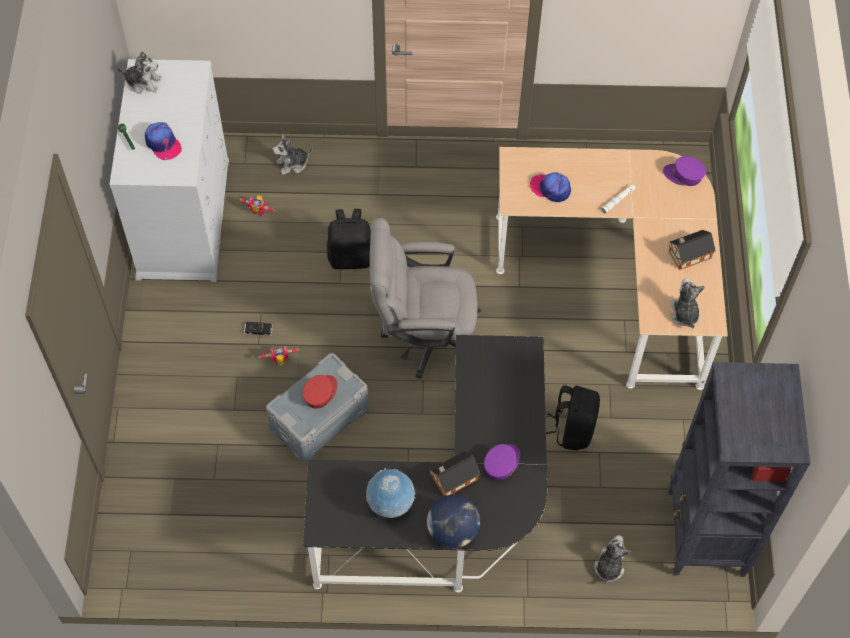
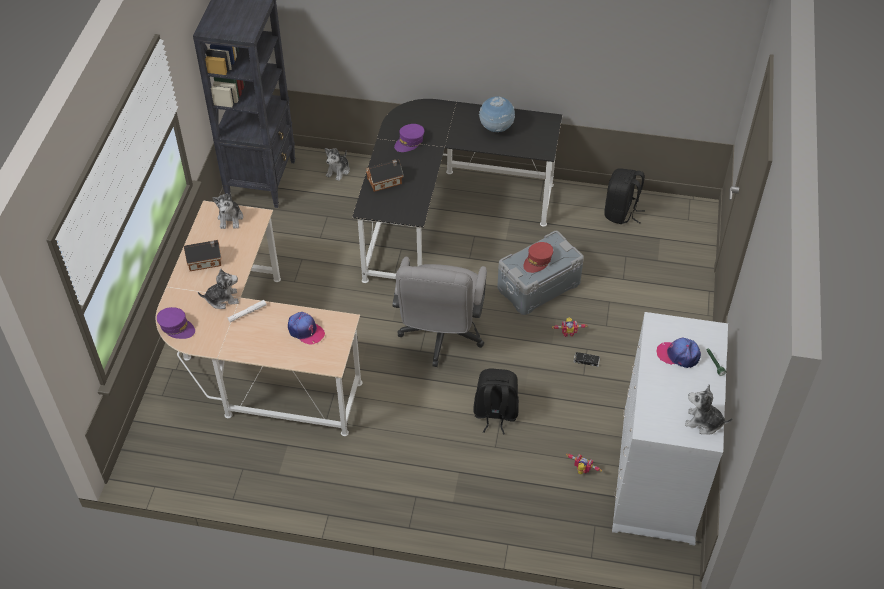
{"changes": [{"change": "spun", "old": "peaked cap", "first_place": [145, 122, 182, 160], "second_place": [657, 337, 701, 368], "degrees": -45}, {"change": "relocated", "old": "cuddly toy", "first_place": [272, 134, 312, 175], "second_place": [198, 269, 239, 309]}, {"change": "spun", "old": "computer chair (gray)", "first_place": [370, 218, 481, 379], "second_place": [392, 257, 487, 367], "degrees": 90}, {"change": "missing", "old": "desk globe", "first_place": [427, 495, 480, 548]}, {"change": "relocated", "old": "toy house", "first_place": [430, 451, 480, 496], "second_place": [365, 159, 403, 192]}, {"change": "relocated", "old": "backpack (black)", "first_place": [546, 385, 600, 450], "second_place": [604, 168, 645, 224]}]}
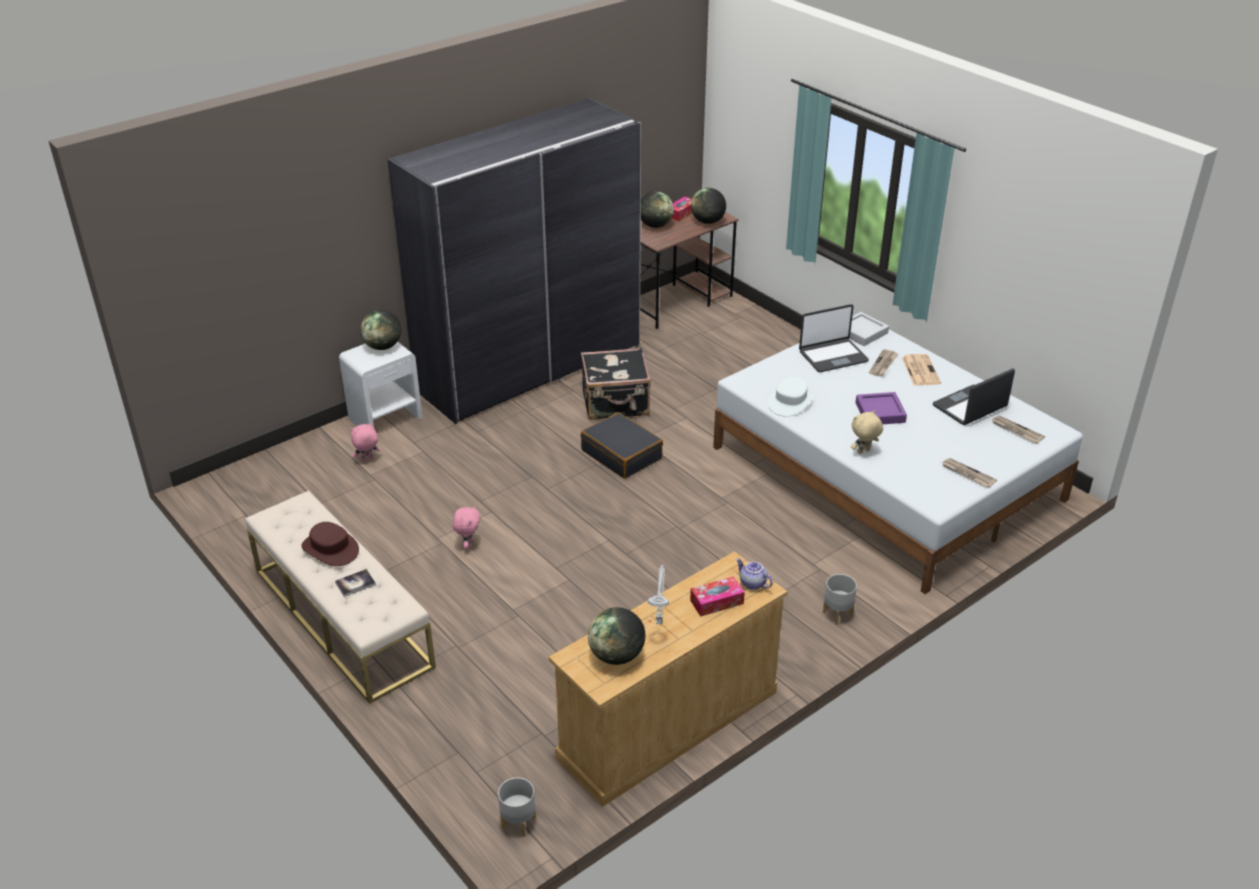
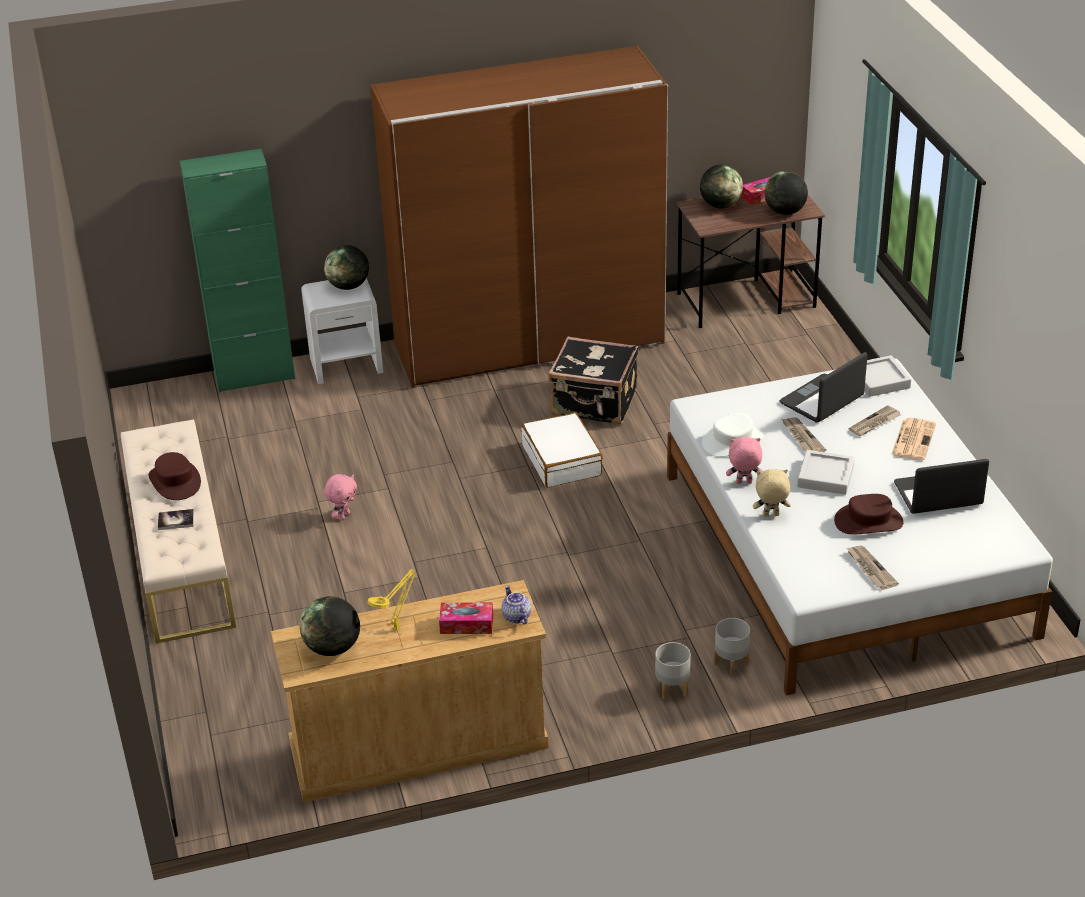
{"changes": [{"change": "relocated", "old": "cuddly toy (pink)", "first_place": [350, 423, 381, 462], "second_place": [726, 437, 762, 484]}, {"change": "colour", "old": "clothes cupboard (gray)", "new": "clothes cupboard (brownish)", "first_place": [387, 98, 641, 424], "second_place": [370, 46, 668, 388]}, {"change": "relocated", "old": "flower pot (gray)", "first_place": [498, 777, 536, 837], "second_place": [714, 618, 750, 676]}, {"change": "colour", "old": "suitcase (black)", "new": "suitcase (whitish)", "first_place": [581, 412, 663, 479], "second_place": [521, 412, 603, 487]}, {"change": "colour", "old": "table lamp (gray)", "new": "table lamp (yellow-coloured)", "first_place": [648, 565, 669, 624], "second_place": [368, 569, 416, 631]}, {"change": "spun", "old": "notebook computer", "first_place": [799, 304, 869, 372], "second_place": [780, 352, 868, 422], "degrees": 135}, {"change": "colour", "old": "tray (purple)", "new": "tray (gray)", "first_place": [855, 392, 907, 424], "second_place": [797, 450, 855, 495]}, {"change": "relocated", "old": "daily paper", "first_place": [991, 416, 1045, 443], "second_place": [782, 417, 826, 452]}, {"change": "appeared", "new": "cupboard (green)", "second_place": [180, 149, 295, 393]}, {"change": "appeared", "new": "hat (brownish)", "second_place": [834, 494, 903, 534]}]}
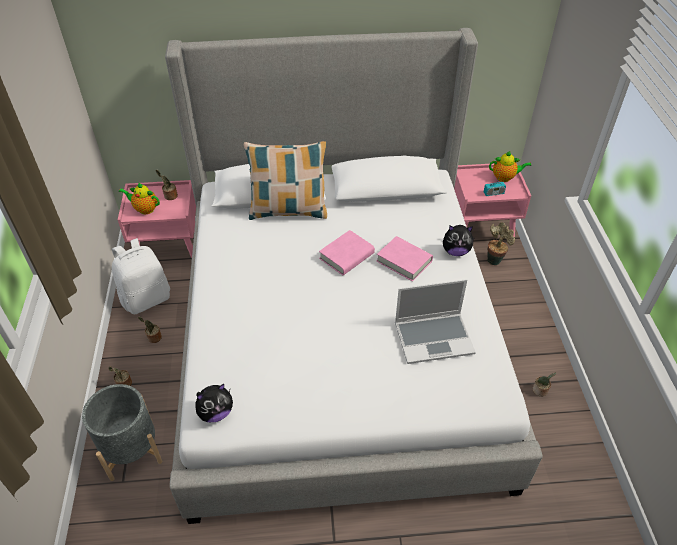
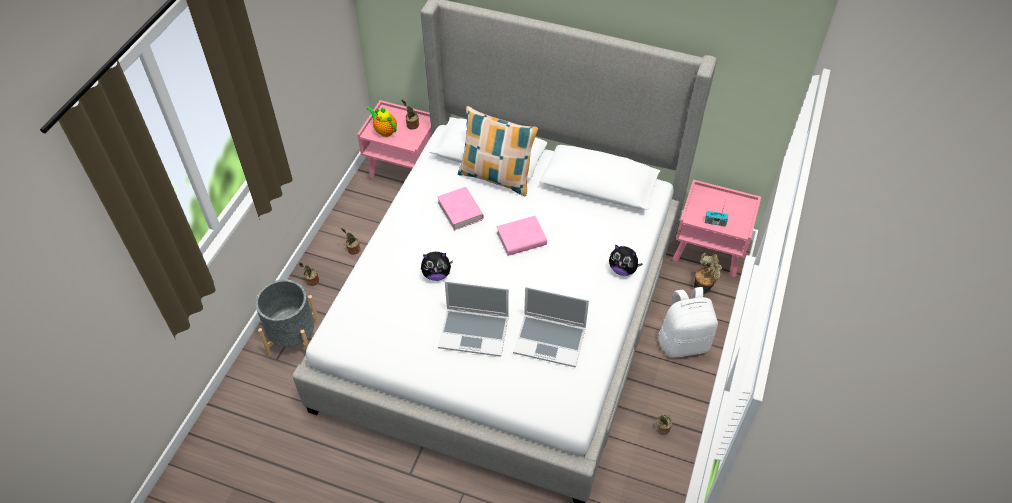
{"changes": [{"change": "relocated", "old": "backpack (whitish)", "first_place": [112, 238, 170, 314], "second_place": [658, 287, 718, 358]}, {"change": "relocated", "old": "cuddly toy", "first_place": [195, 384, 233, 422], "second_place": [421, 252, 453, 281]}, {"change": "relocated", "old": "bound book (pink)", "first_place": [377, 236, 433, 282], "second_place": [437, 187, 484, 231]}, {"change": "missing", "old": "teapot", "first_place": [489, 151, 531, 182]}, {"change": "appeared", "new": "notebook computer", "second_place": [438, 281, 509, 357]}]}
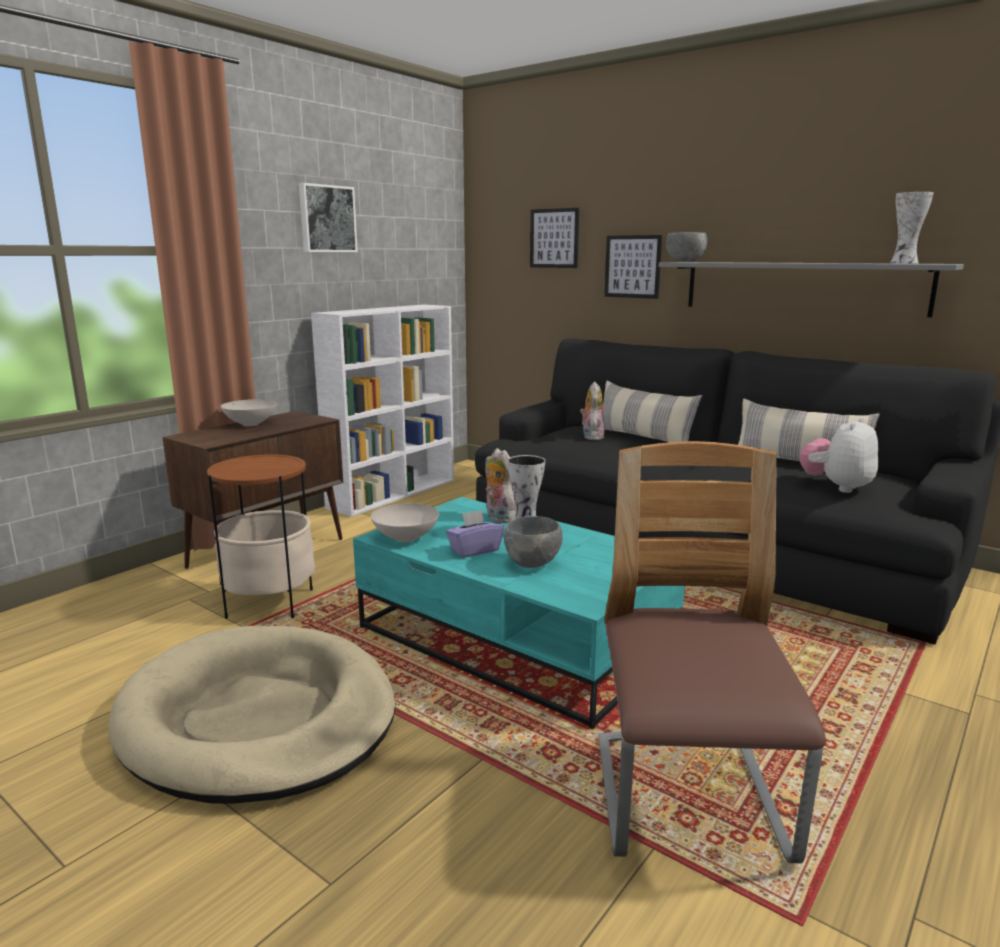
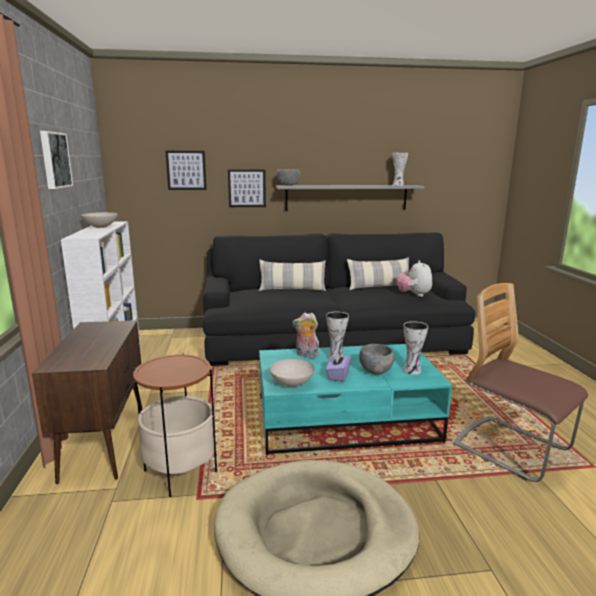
{"changes": [{"change": "relocated", "old": "serving bowl (whitish)", "first_place": [220, 399, 277, 426], "second_place": [81, 212, 118, 228]}, {"change": "missing", "old": "cuddly toy", "first_place": [580, 382, 605, 440]}, {"change": "appeared", "new": "vase", "second_place": [403, 321, 428, 375]}]}
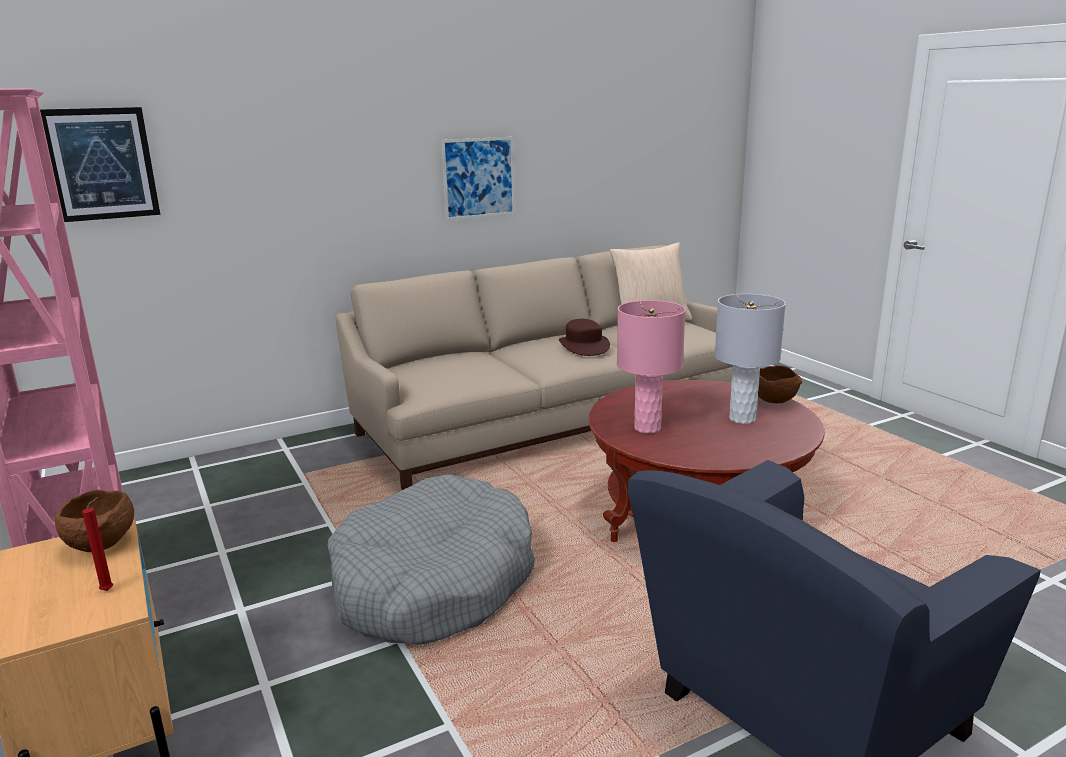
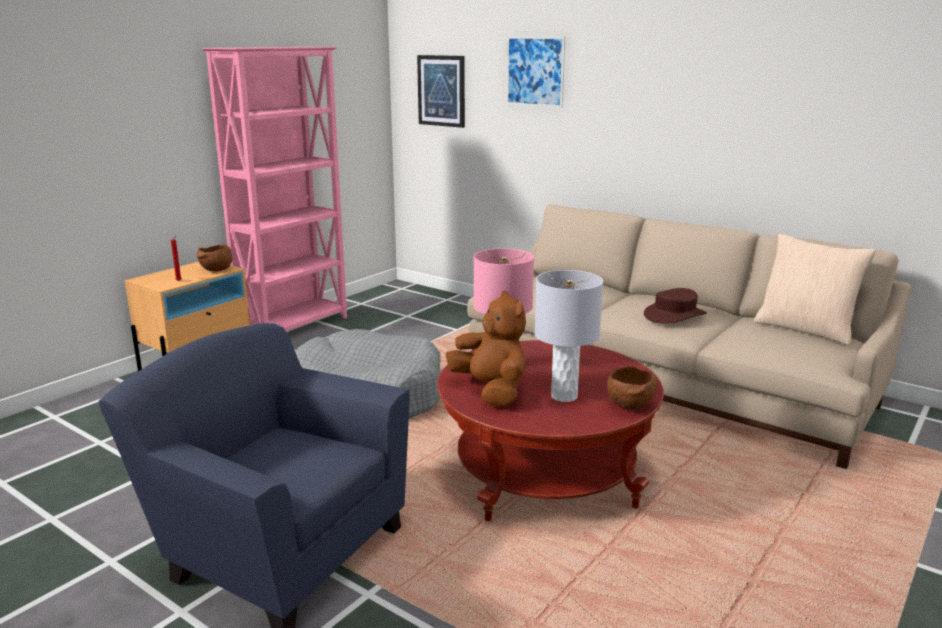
{"changes": [{"change": "relocated", "old": "wall picture", "first_place": [441, 137, 515, 220], "second_place": [506, 36, 565, 108]}, {"change": "appeared", "new": "cuddly toy (brownish)", "second_place": [446, 290, 526, 406]}]}
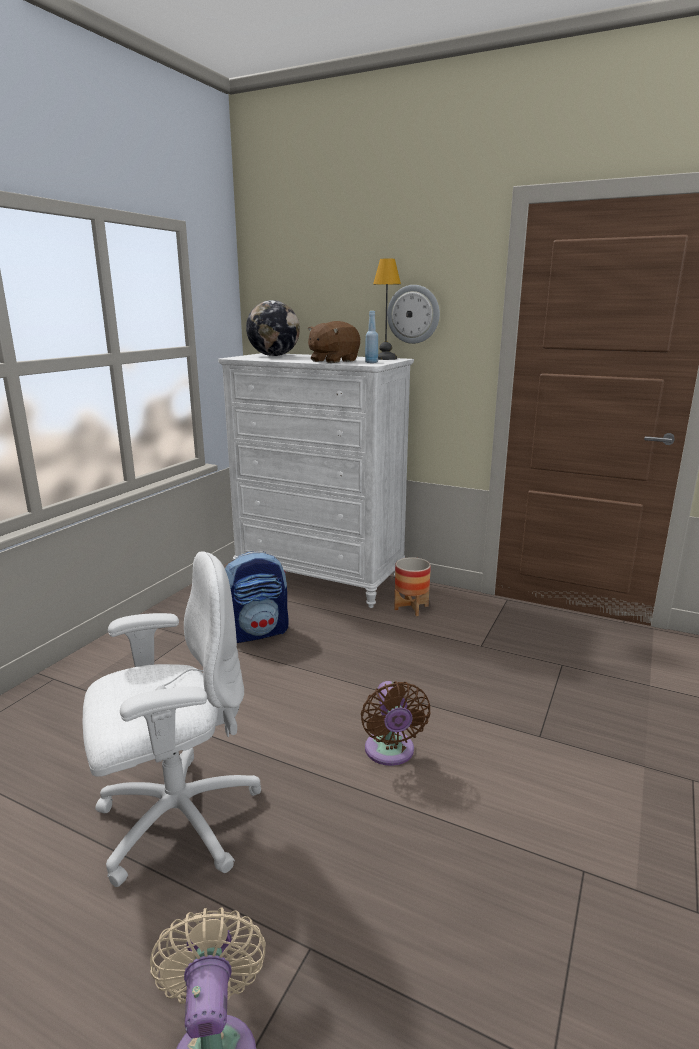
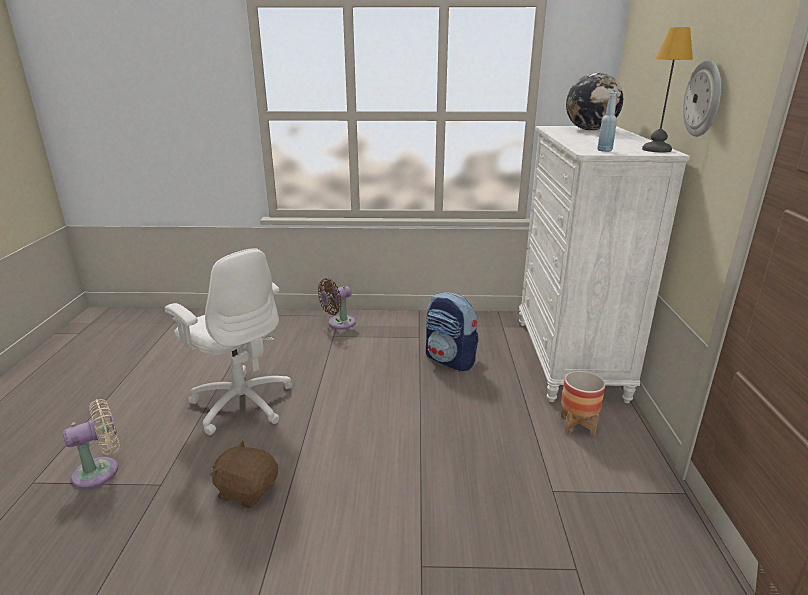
{"changes": [{"change": "relocated", "old": "cuddly toy (brownish)", "first_place": [308, 321, 360, 363], "second_place": [210, 441, 278, 508]}, {"change": "relocated", "old": "fan (brownish)", "first_place": [361, 681, 430, 766], "second_place": [318, 278, 355, 329]}]}
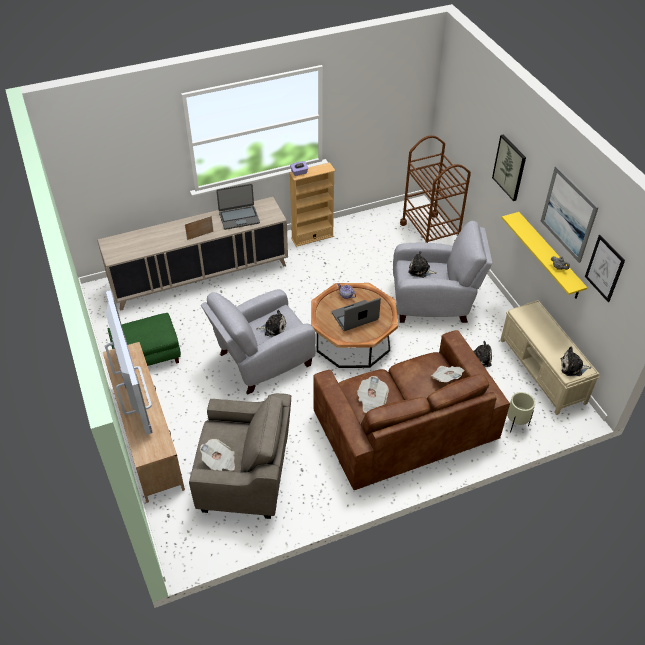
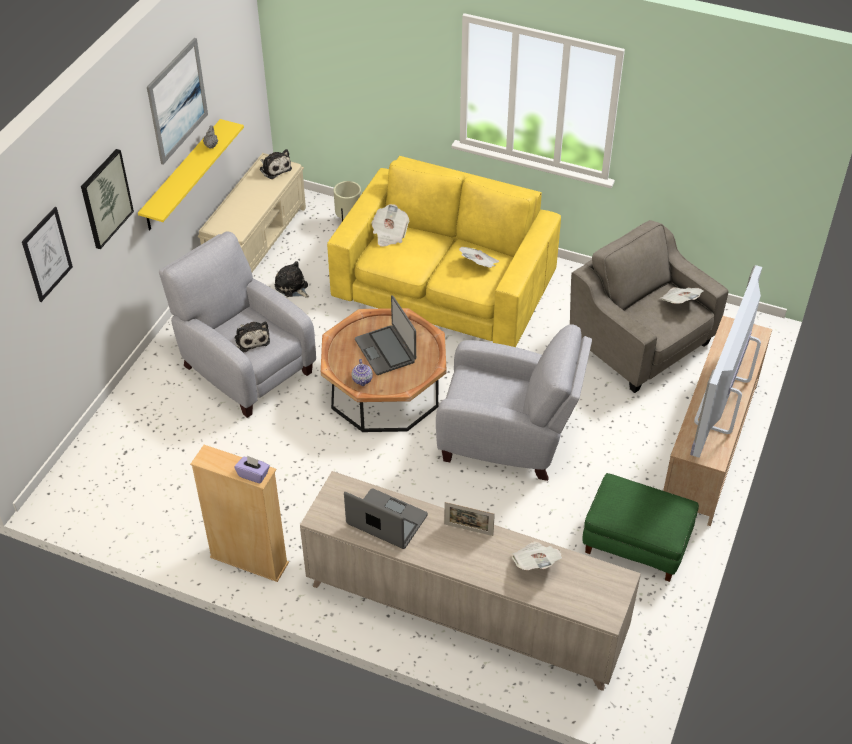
{"changes": [{"change": "missing", "old": "cuddly toy", "first_place": [257, 310, 286, 337]}, {"change": "colour", "old": "sofa (brownish)", "new": "sofa (yellow-coloured)", "first_place": [313, 330, 510, 490], "second_place": [327, 156, 561, 347]}, {"change": "spun", "old": "notebook computer", "first_place": [332, 298, 381, 331], "second_place": [355, 295, 416, 375], "degrees": 45}, {"change": "missing", "old": "trolley (brownish)", "first_place": [400, 135, 471, 243]}, {"change": "relocated", "old": "wall picture", "first_place": [585, 235, 625, 302], "second_place": [22, 207, 73, 302]}, {"change": "appeared", "new": "daily paper", "second_place": [512, 541, 562, 570]}]}
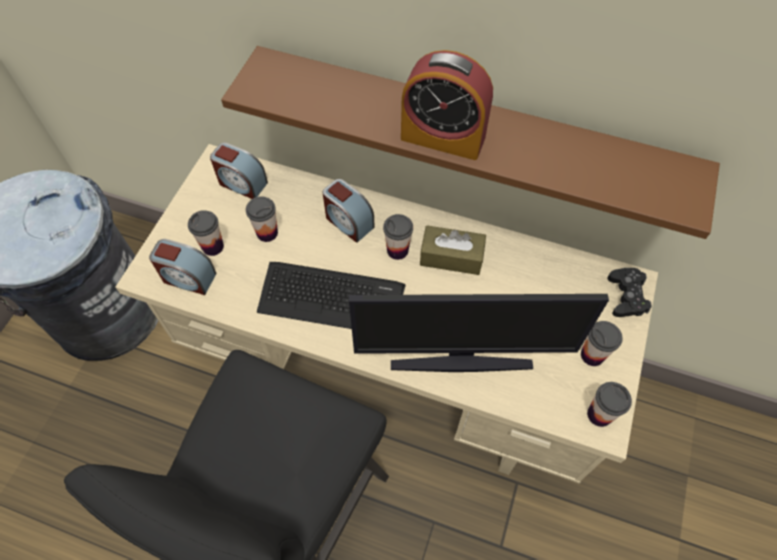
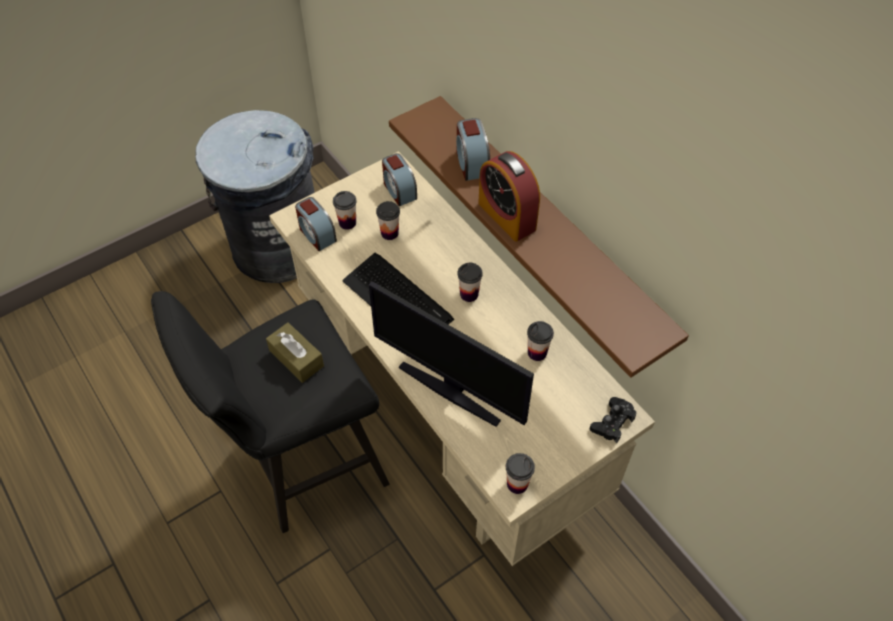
{"changes": [{"change": "relocated", "old": "bedside clock", "first_place": [323, 179, 374, 243], "second_place": [456, 118, 490, 181]}, {"change": "relocated", "old": "tissue holder (brownish)", "first_place": [420, 225, 486, 275], "second_place": [266, 322, 324, 383]}, {"change": "relocated", "old": "cup", "first_place": [581, 321, 623, 366], "second_place": [527, 321, 554, 361]}]}
